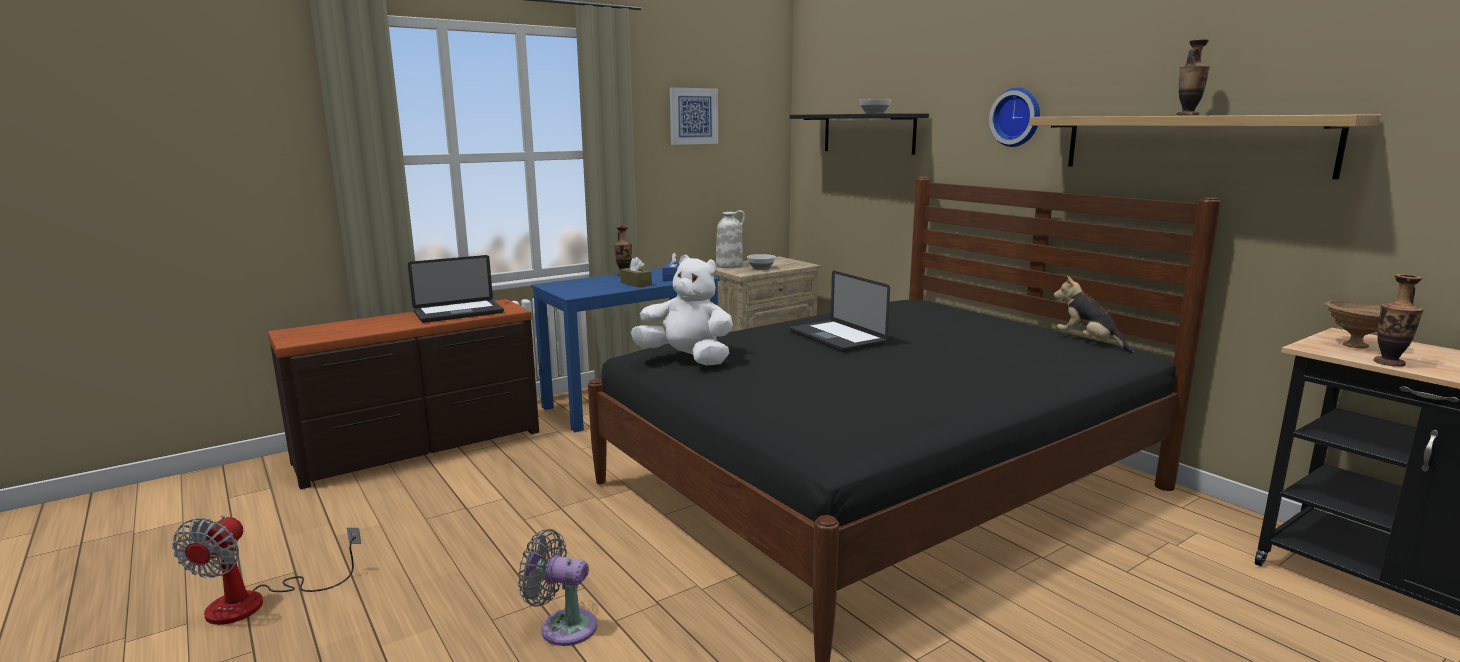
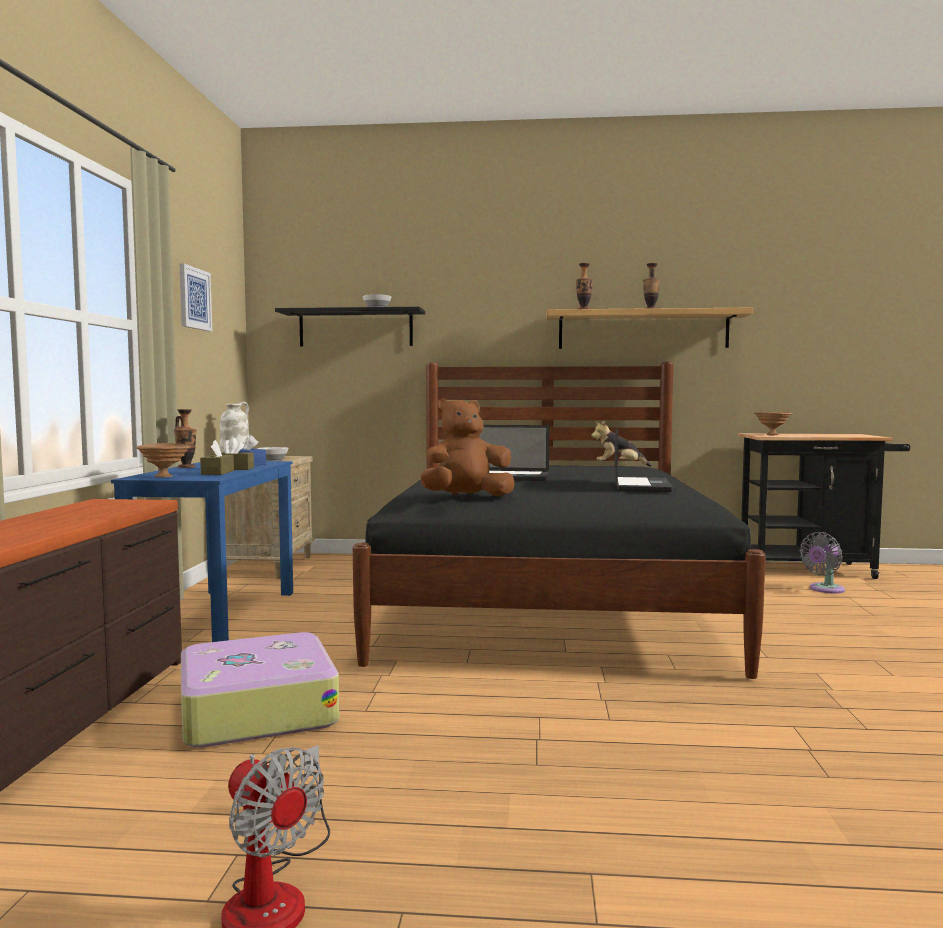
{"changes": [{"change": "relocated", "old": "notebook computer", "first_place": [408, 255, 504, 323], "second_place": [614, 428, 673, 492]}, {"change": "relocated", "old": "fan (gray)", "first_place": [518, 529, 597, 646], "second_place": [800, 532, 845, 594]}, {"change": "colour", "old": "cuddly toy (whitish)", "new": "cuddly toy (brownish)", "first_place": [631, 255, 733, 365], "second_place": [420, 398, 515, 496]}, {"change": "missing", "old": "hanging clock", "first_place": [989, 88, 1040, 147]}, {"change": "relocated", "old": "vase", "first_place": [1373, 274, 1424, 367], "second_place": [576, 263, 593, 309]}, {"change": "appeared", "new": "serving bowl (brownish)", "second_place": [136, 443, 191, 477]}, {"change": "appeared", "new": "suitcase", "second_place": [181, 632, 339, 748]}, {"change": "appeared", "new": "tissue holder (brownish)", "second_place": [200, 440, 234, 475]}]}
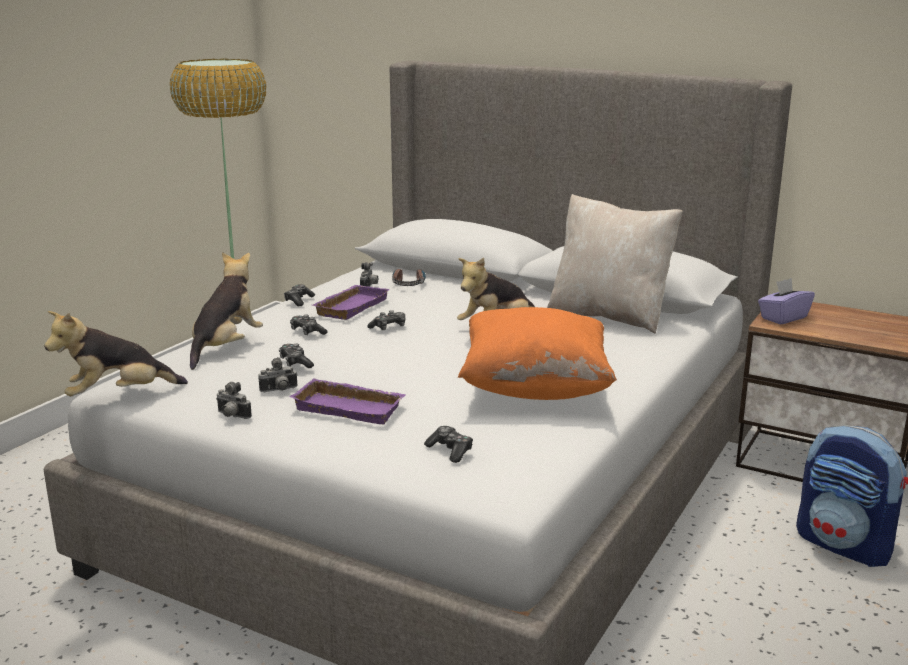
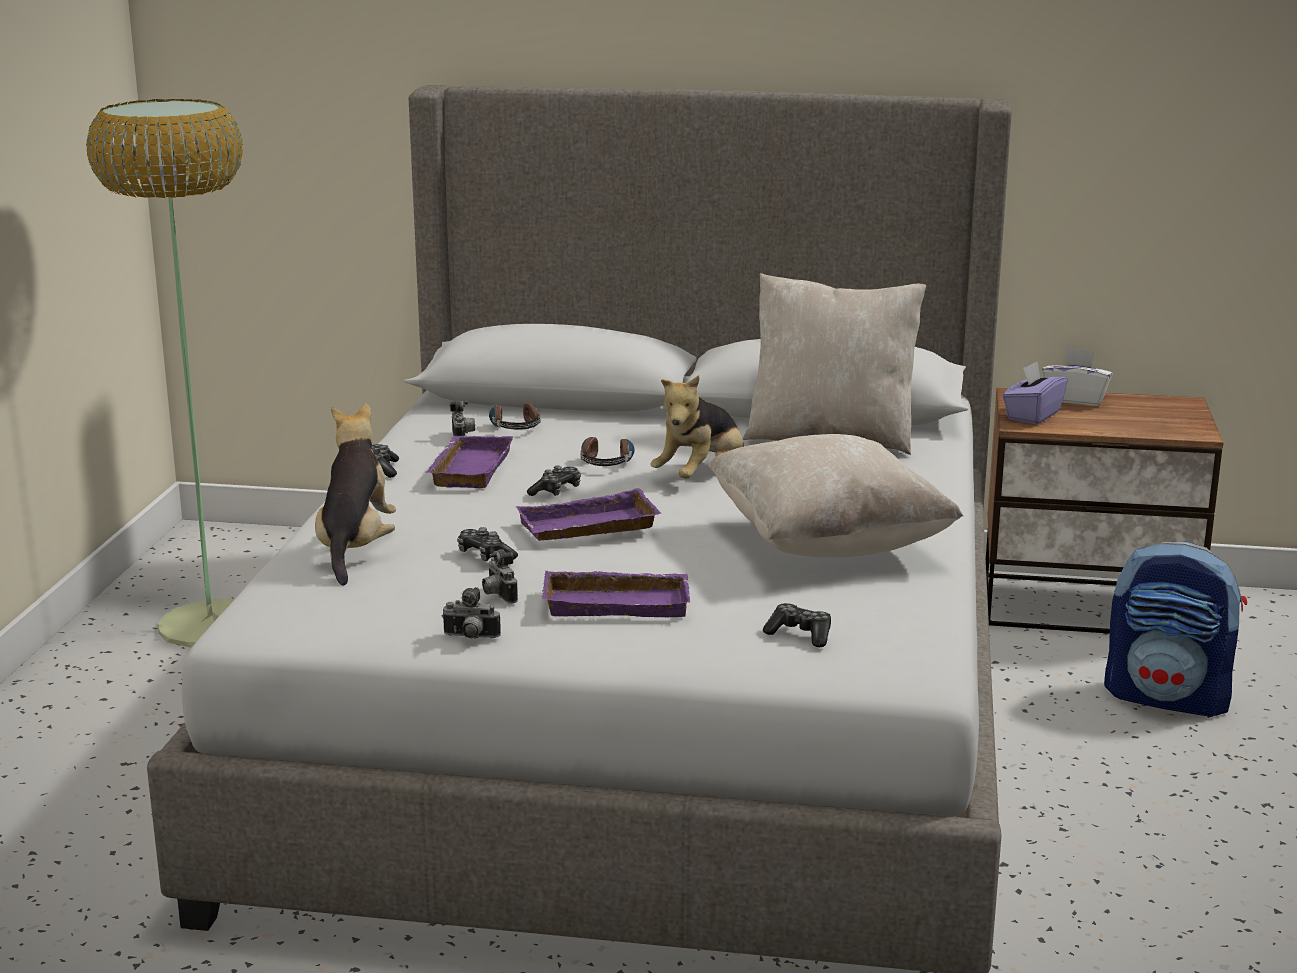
{"changes": [{"change": "missing", "old": "cuddly toy", "first_place": [44, 311, 188, 396]}, {"change": "spun", "old": "photo camera", "first_place": [258, 357, 298, 392], "second_place": [482, 549, 518, 604], "degrees": 105}, {"change": "missing", "old": "gamepad", "first_place": [290, 314, 328, 335]}, {"change": "colour", "old": "pillow (orange)", "new": "pillow (beige)", "first_place": [458, 307, 617, 400], "second_place": [708, 434, 963, 558]}, {"change": "appeared", "new": "tray (purple)", "second_place": [516, 488, 661, 541]}, {"change": "appeared", "new": "headphones", "second_place": [580, 437, 635, 466]}, {"change": "appeared", "new": "tissue holder (whitish)", "second_place": [1042, 347, 1112, 406]}]}
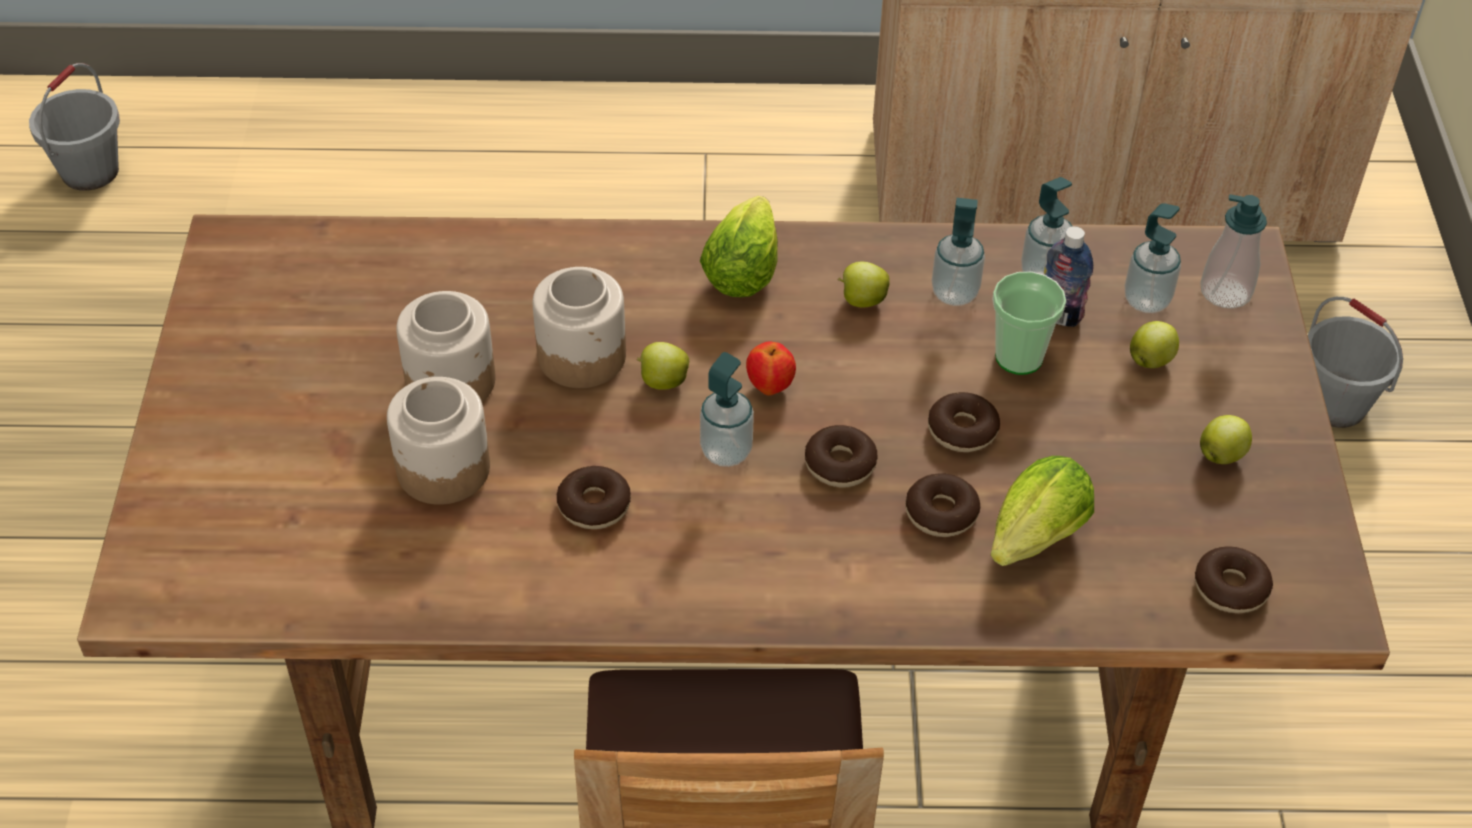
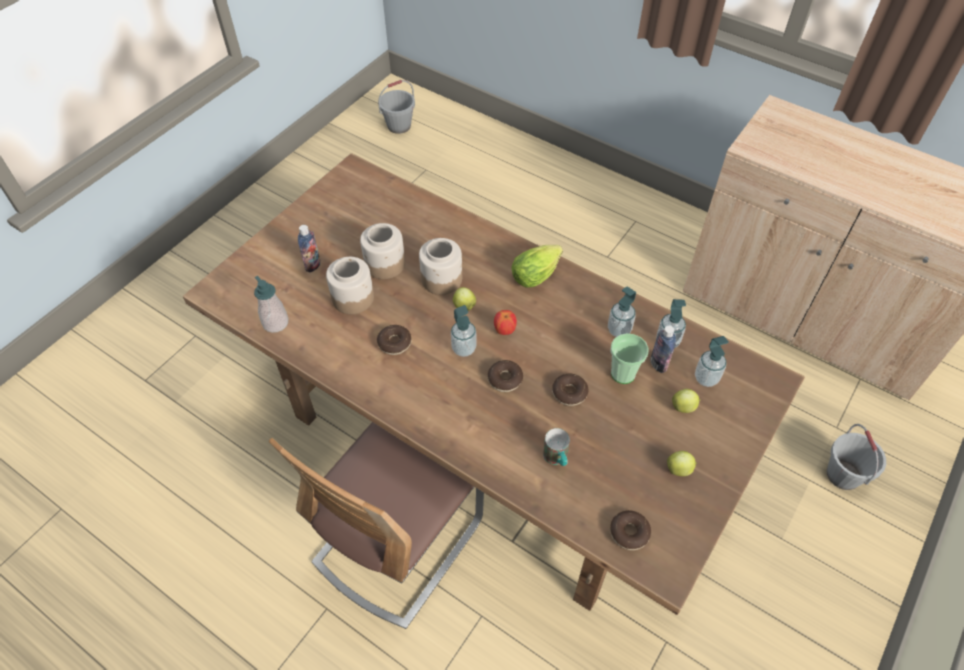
{"changes": [{"change": "missing", "old": "apple fruit", "first_place": [838, 262, 890, 308]}, {"change": "missing", "old": "donut", "first_place": [905, 473, 980, 537]}, {"change": "exchanged", "old": "head of lettuce", "new": "tea mug", "first_place": [991, 456, 1094, 566], "second_place": [543, 428, 570, 466]}, {"change": "relocated", "old": "soap dispenser", "first_place": [1200, 194, 1267, 309], "second_place": [254, 276, 288, 333]}, {"change": "appeared", "new": "drink bottle", "second_place": [298, 225, 321, 273]}]}
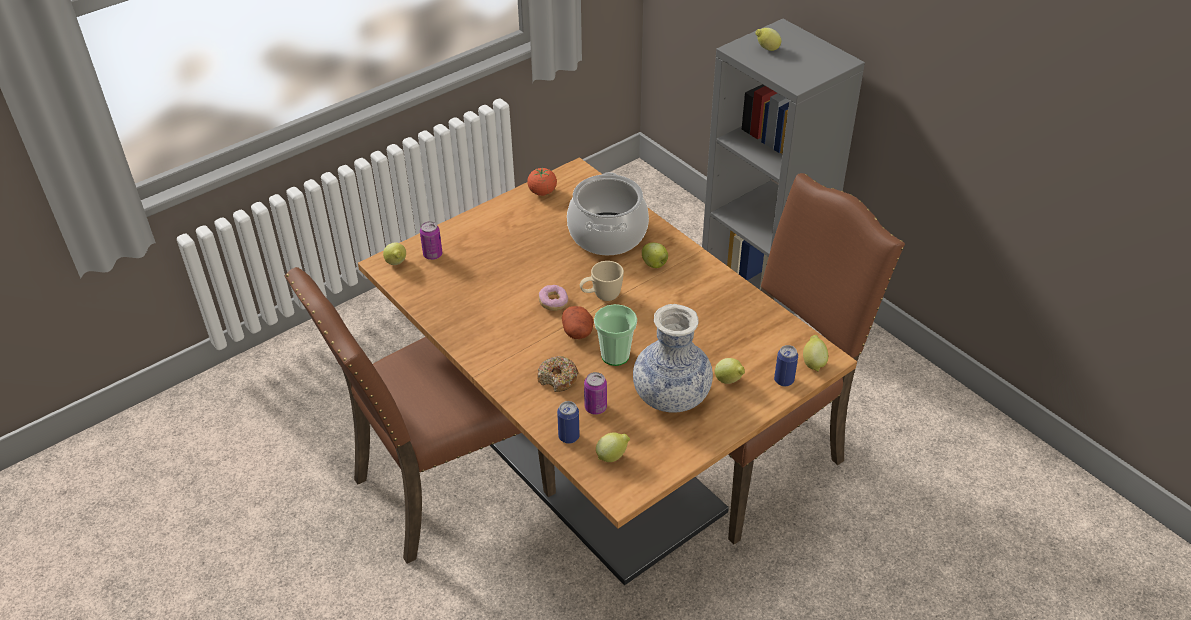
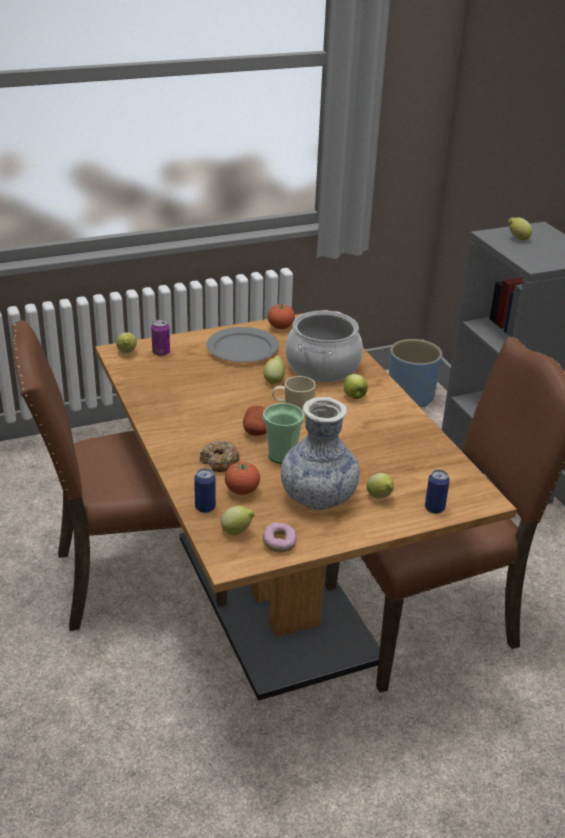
{"changes": [{"change": "relocated", "old": "donut", "first_place": [539, 285, 568, 311], "second_place": [263, 522, 297, 553]}, {"change": "exchanged", "old": "metal can", "new": "whole tomato", "first_place": [584, 372, 607, 415], "second_place": [225, 462, 260, 495]}, {"change": "relocated", "old": "whole lemon", "first_place": [803, 335, 828, 372], "second_place": [263, 355, 285, 385]}, {"change": "appeared", "new": "dinner plate (gray)", "second_place": [207, 327, 279, 362]}, {"change": "appeared", "new": "flower pot (blue-coloured)", "second_place": [389, 339, 442, 407]}]}
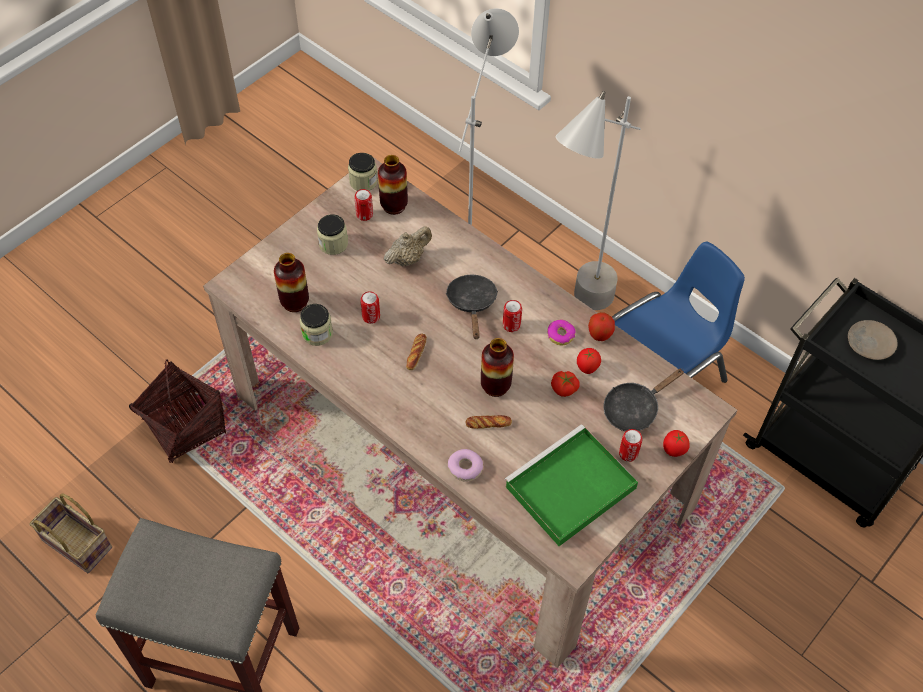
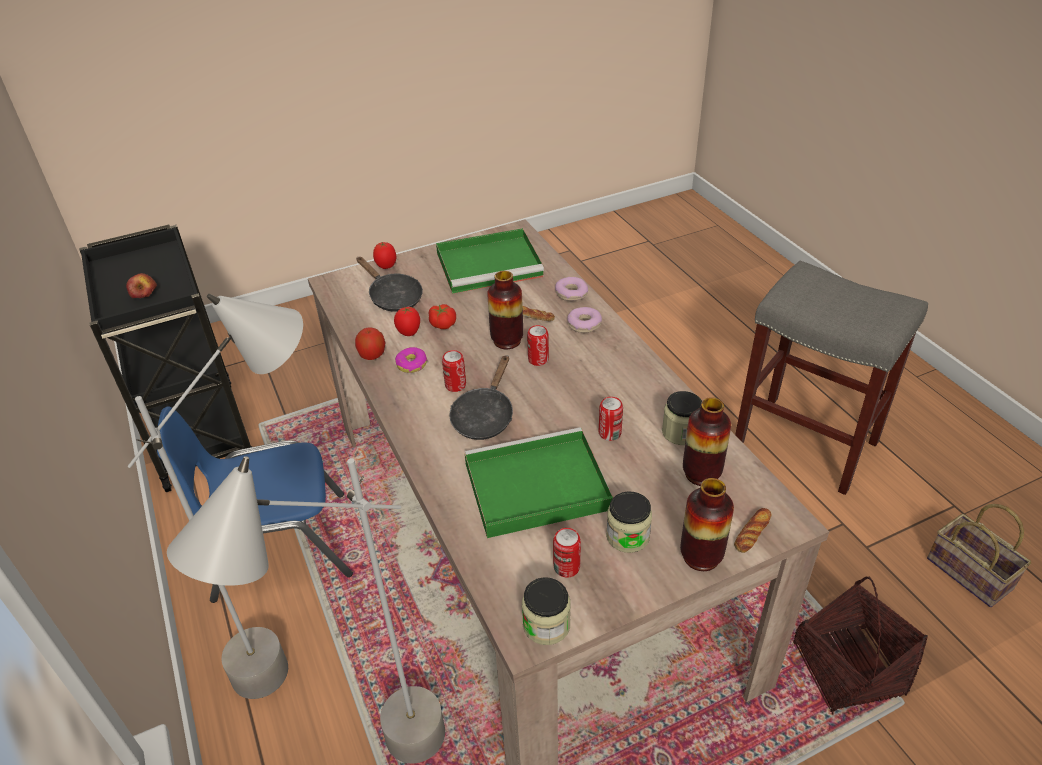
{"changes": [{"change": "relocated", "old": "vase", "first_place": [378, 155, 408, 215], "second_place": [680, 478, 734, 571]}, {"change": "exchanged", "old": "teapot (beige)", "new": "tray (green)", "first_place": [384, 226, 432, 266], "second_place": [464, 427, 613, 538]}, {"change": "relocated", "old": "bread", "first_place": [406, 333, 427, 370], "second_place": [734, 508, 771, 553]}, {"change": "spun", "old": "frying pan (black)", "first_place": [603, 369, 684, 431], "second_place": [356, 257, 423, 312], "degrees": 60}, {"change": "relocated", "old": "metal can", "first_place": [619, 429, 643, 462], "second_place": [527, 325, 549, 366]}, {"change": "exchanged", "old": "dinner plate (beige)", "new": "apple fruit", "first_place": [848, 320, 898, 360], "second_place": [126, 273, 157, 298]}, {"change": "appeared", "new": "donut", "second_place": [568, 307, 602, 333]}]}
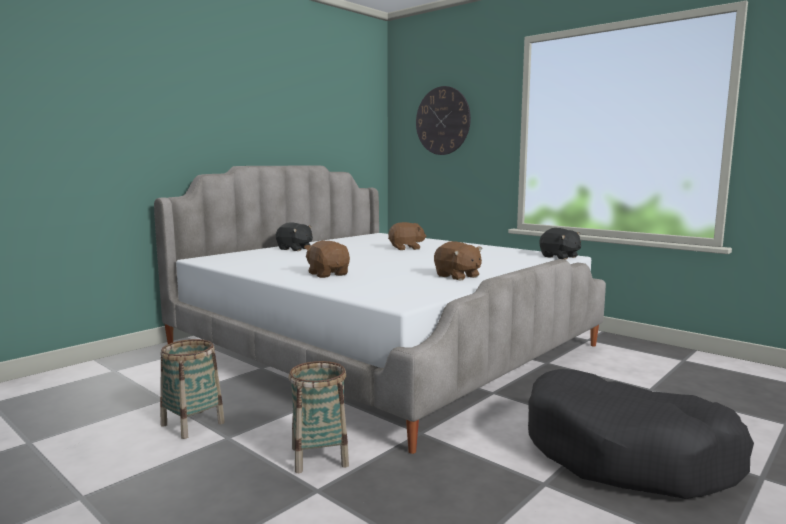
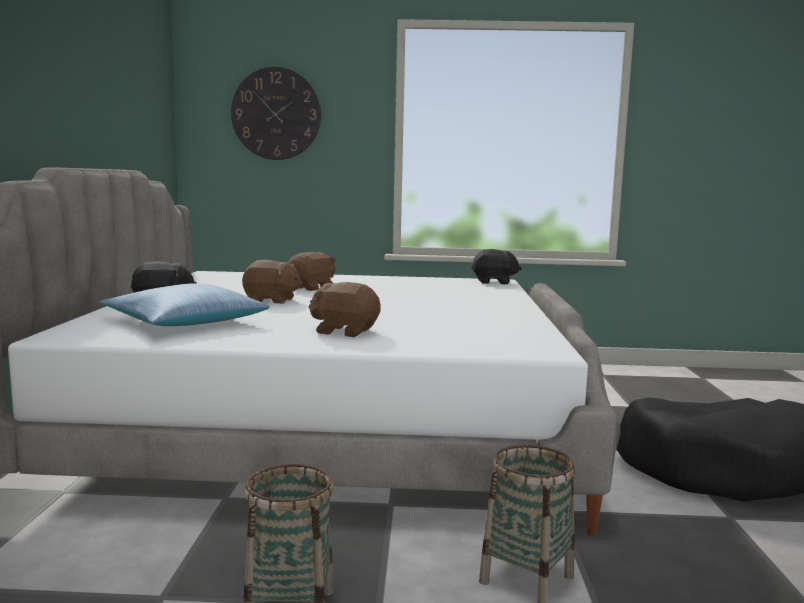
{"changes": [{"change": "relocated", "old": "cuddly toy (brownish)", "first_place": [434, 241, 482, 280], "second_place": [242, 260, 303, 304]}, {"change": "appeared", "new": "pillow", "second_place": [99, 283, 270, 326]}]}
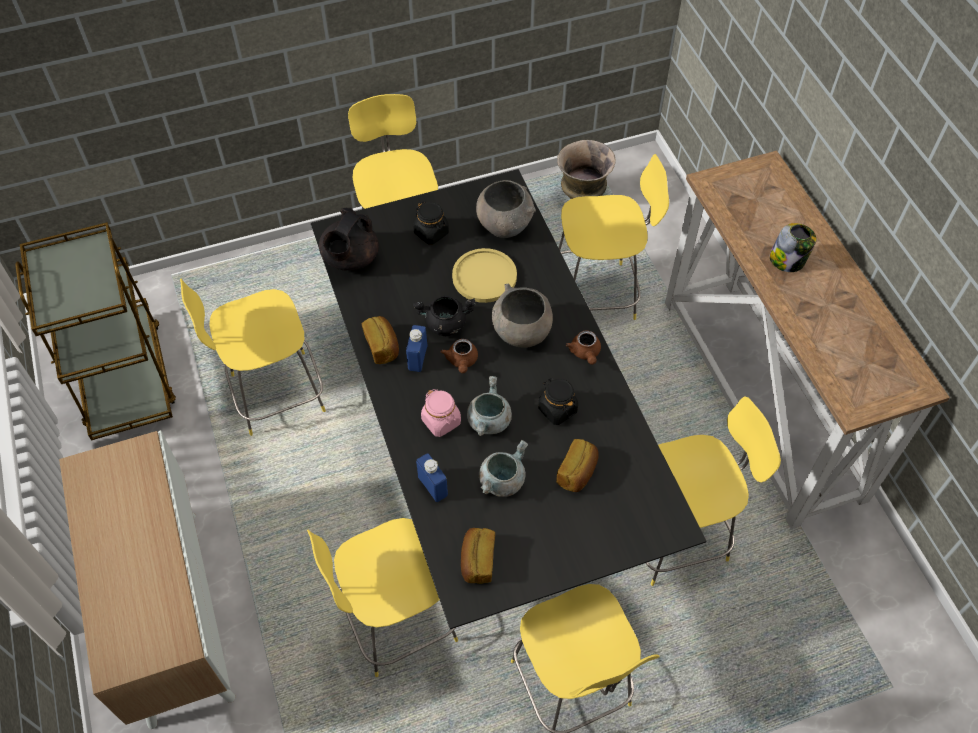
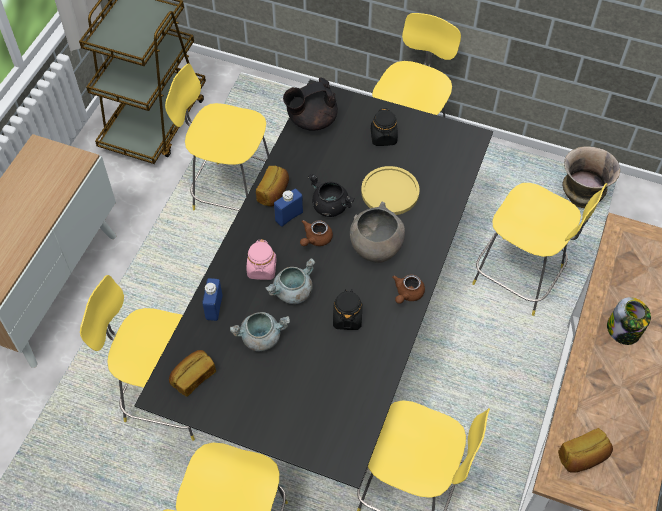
{"changes": [{"change": "missing", "old": "serving bowl (gray)", "first_place": [476, 180, 536, 238]}, {"change": "relocated", "old": "bread", "first_place": [556, 439, 599, 492], "second_place": [558, 428, 613, 473]}]}
